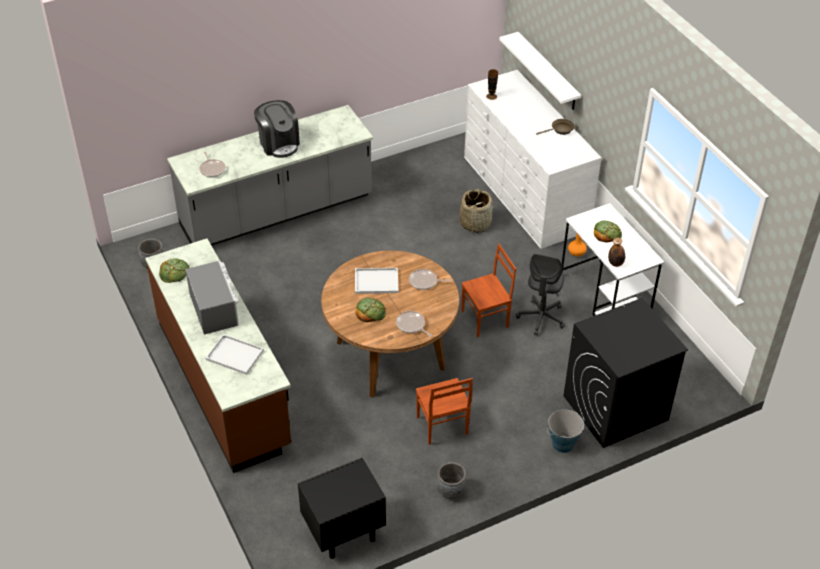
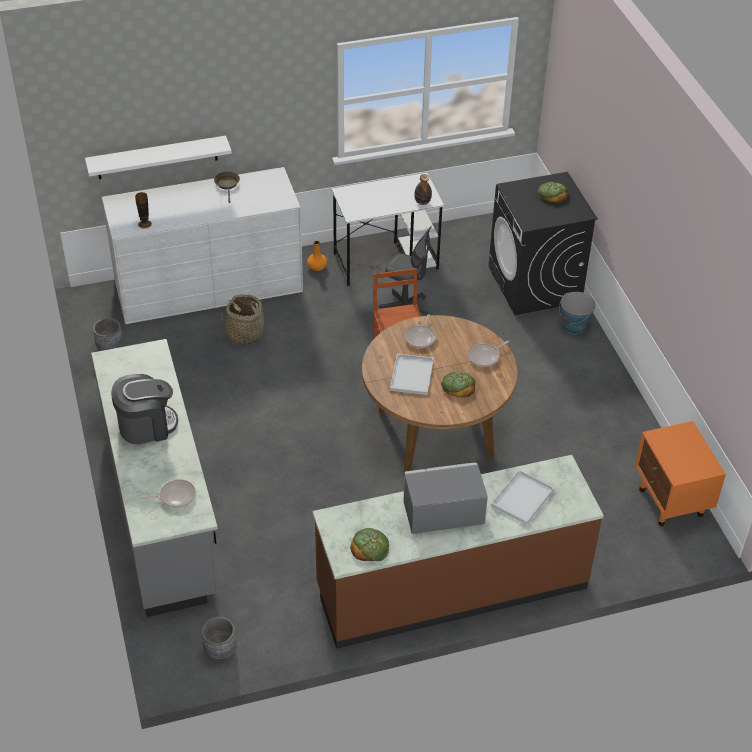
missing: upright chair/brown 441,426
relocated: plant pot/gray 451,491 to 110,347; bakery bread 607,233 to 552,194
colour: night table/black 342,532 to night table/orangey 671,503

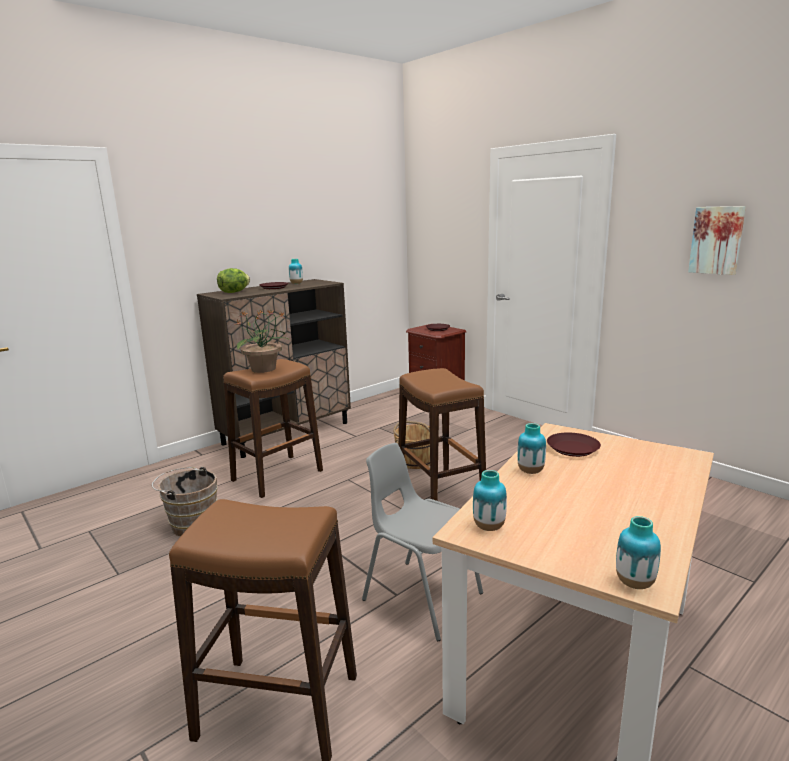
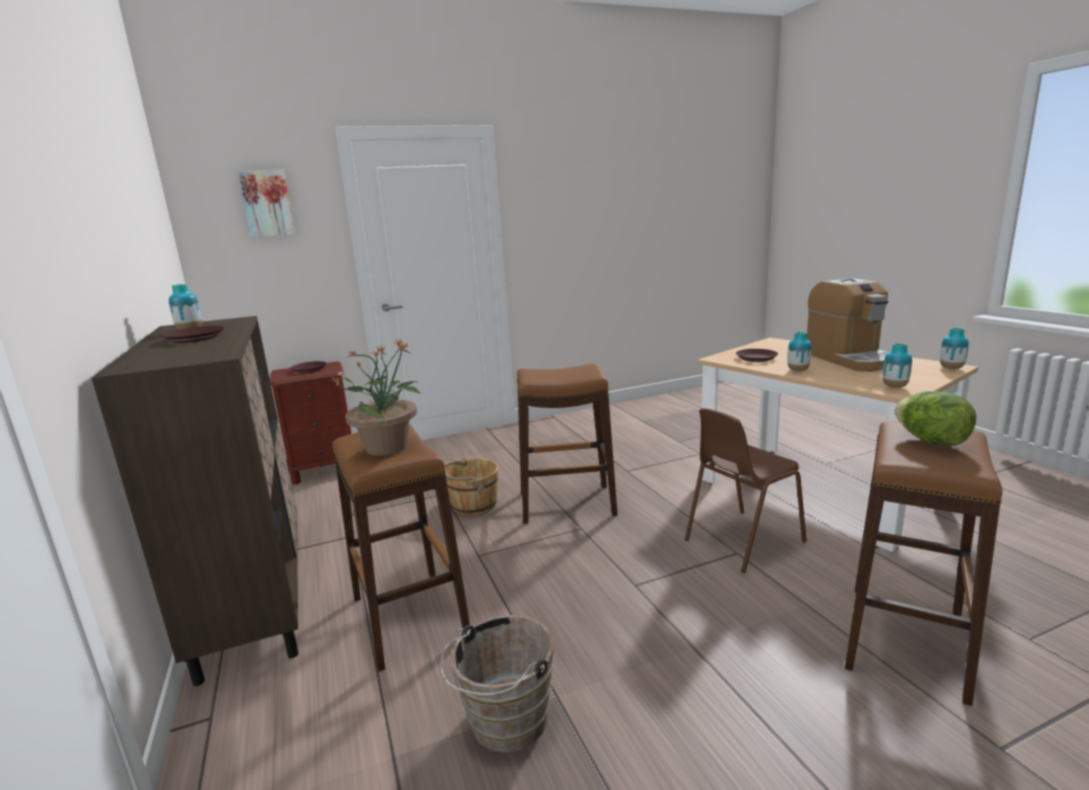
appeared: coffee brewer 851,359
relocated: head of lettuce 234,292 to 931,441; wall picture 717,240 to 267,204
colour: upright chair/gray 421,596 to upright chair/brown 742,540

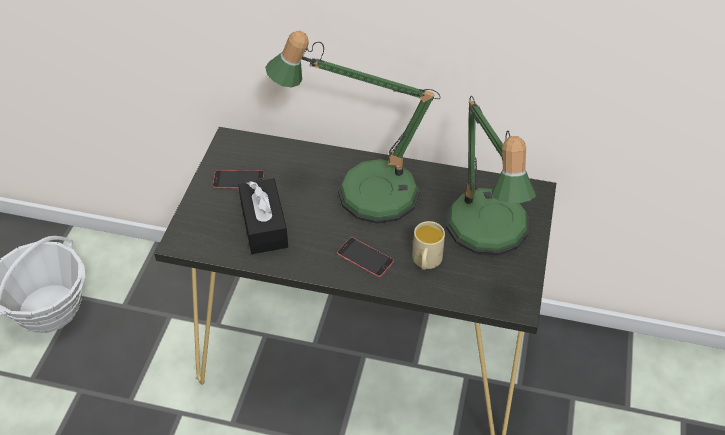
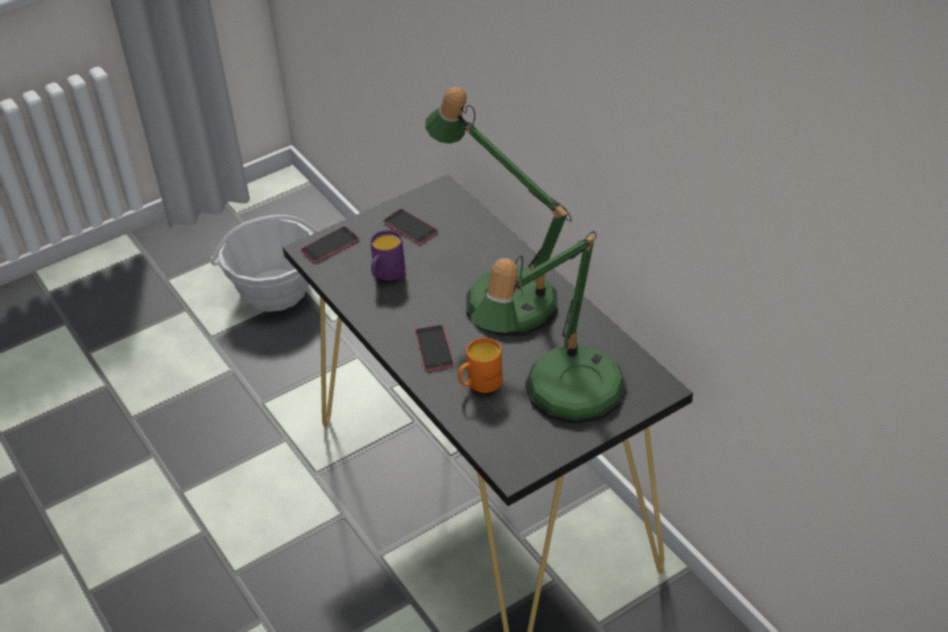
appeared: telephone 330,245
exchanged: box of tissues/black 264,225 to coffee mug/purple 386,274
colour: coffee mug/beige-coloured 426,262 to coffee mug/orangey 479,384

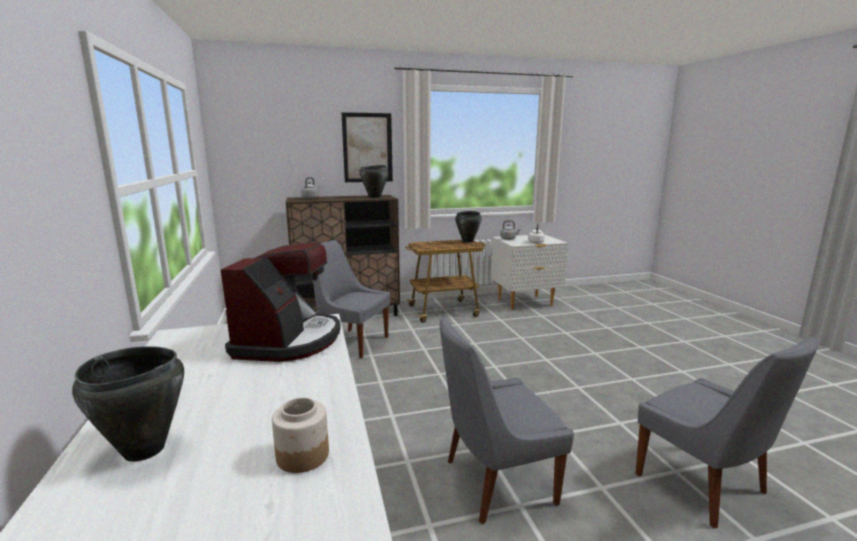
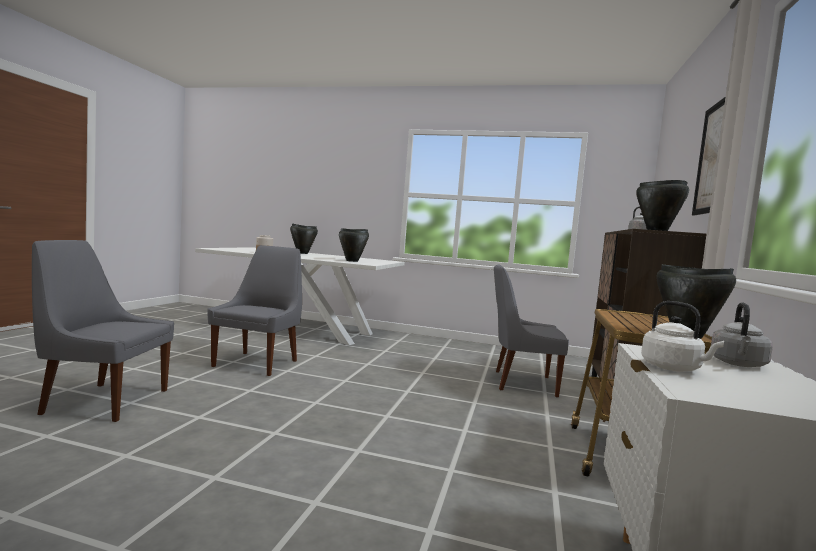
exchanged: coffee brewer 288,340 to stockpot/black 352,261
spun: upright chair/gray 352,343 = 521,383 135 degrees counterclockwise

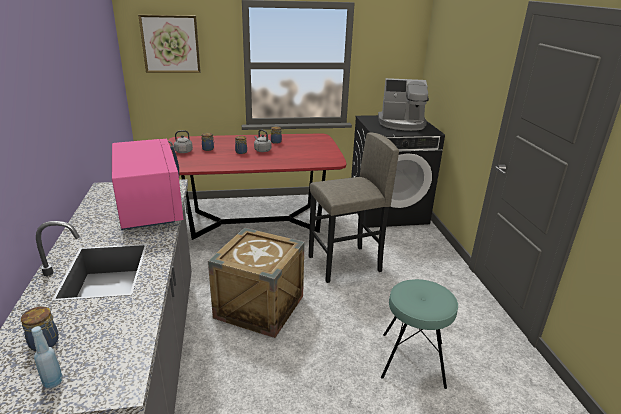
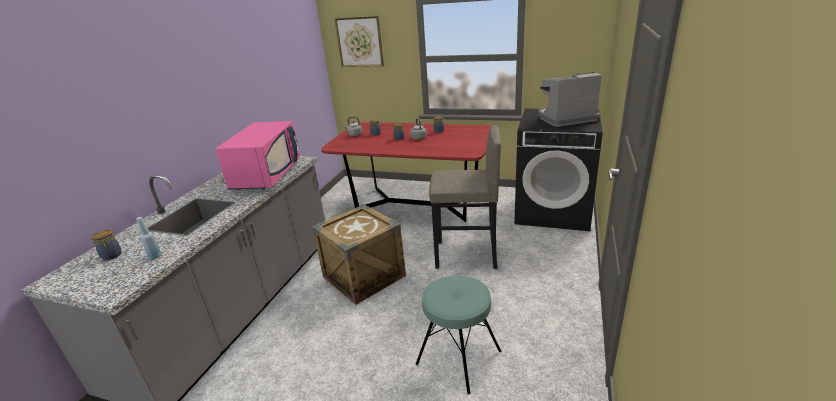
relocated: bottle/blue-coloured 53,382 to 155,256
spun: coffee brewer 402,124 = 565,118 135 degrees clockwise

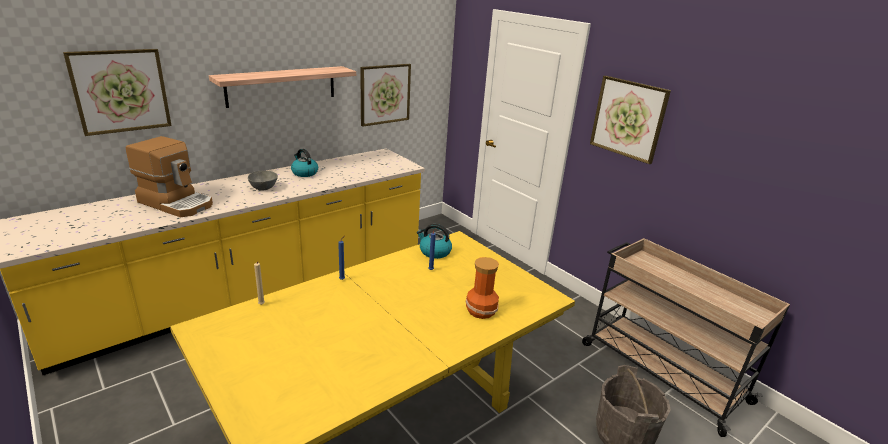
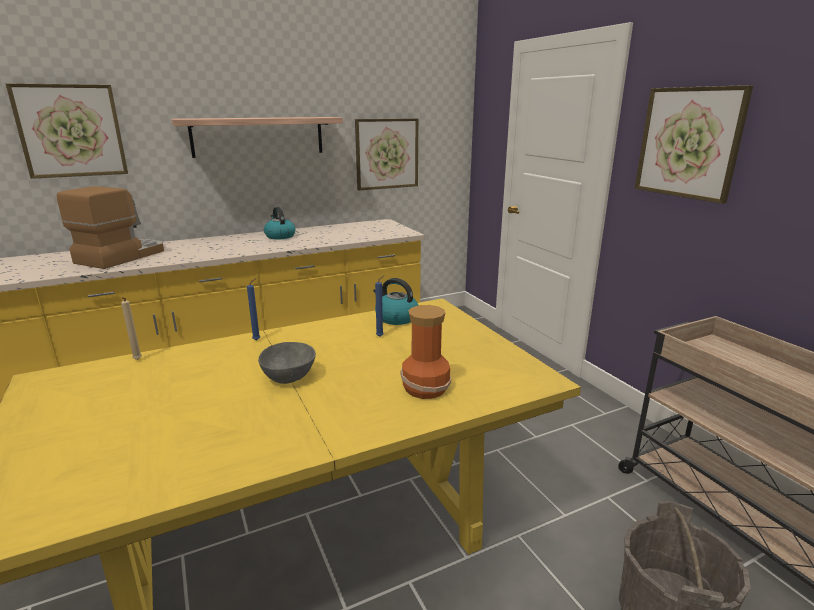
relocated: serving bowl/gray 264,188 to 289,377
spun: coffee brewer 177,203 = 121,256 105 degrees counterclockwise

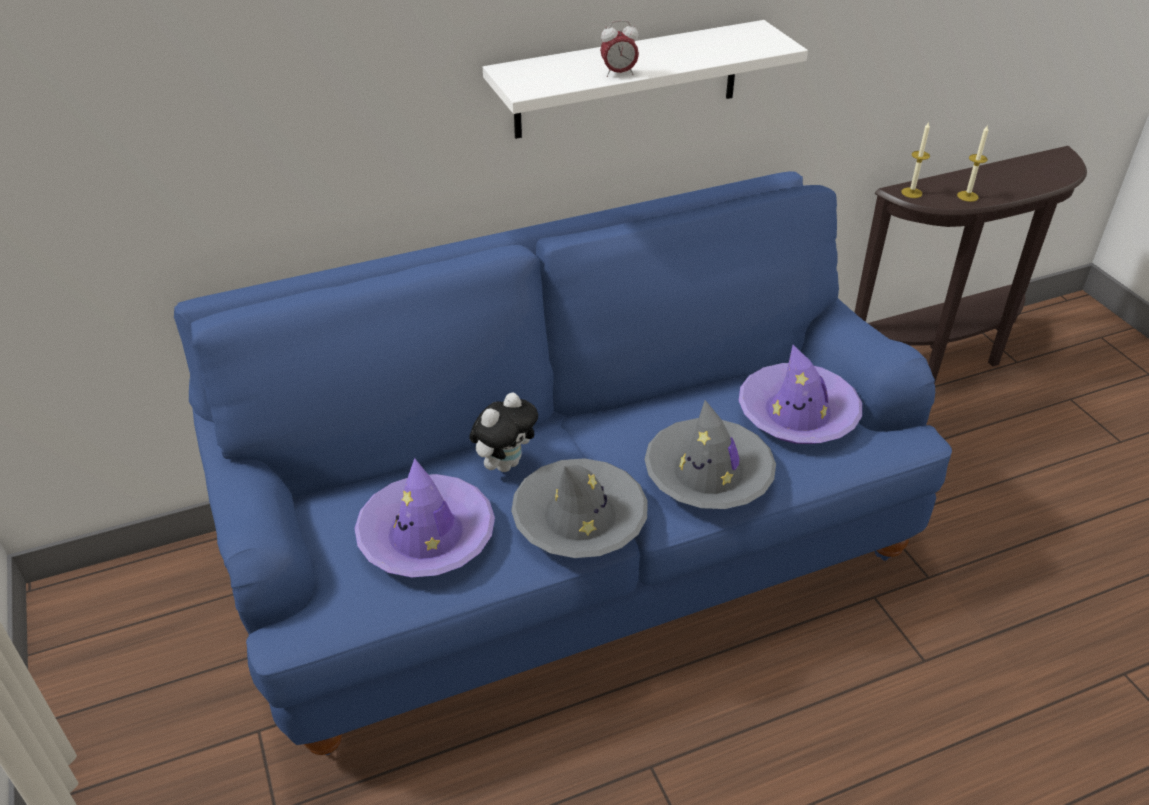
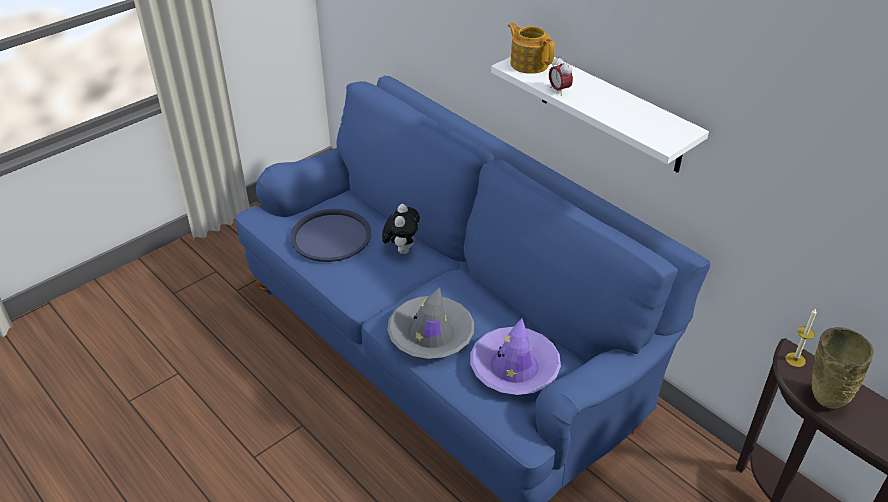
missing: hat/gray 579,519
appeared: teapot 529,63
exchanged: hat/purple 427,536 to tray/blue-coloured 331,236; wax candle 967,196 to decorative vase/beige-coloured 823,399
spun: plush toy 505,463 = 401,249 105 degrees counterclockwise

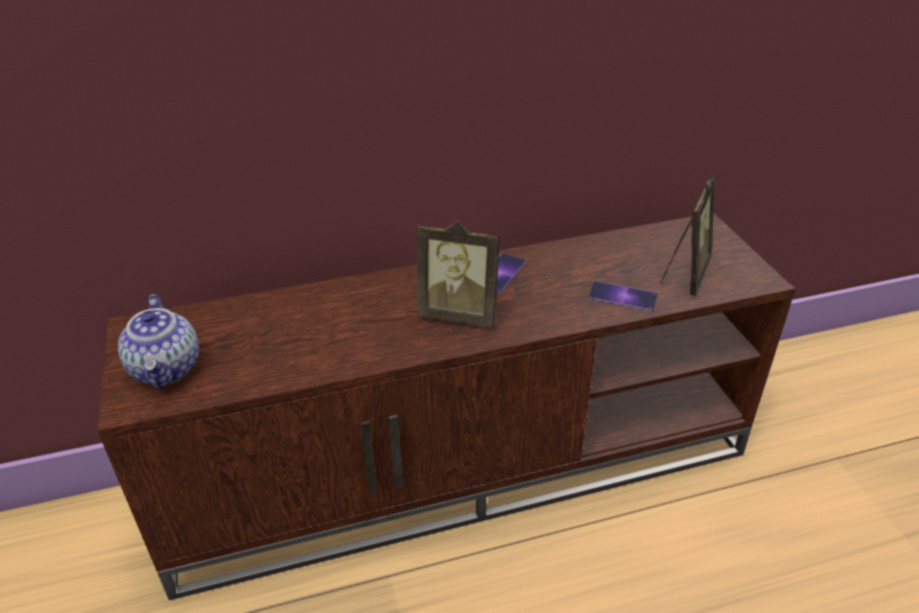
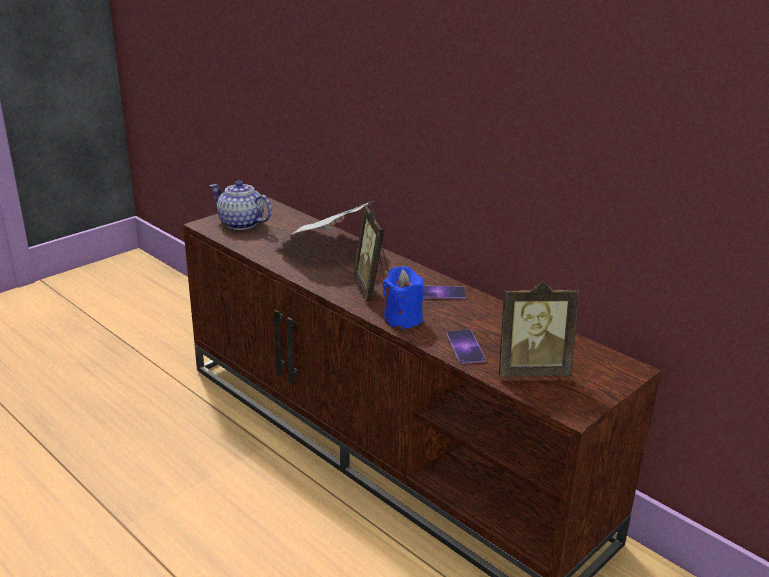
appeared: printed paper 323,246; wax candle/blue-coloured 402,319
spun: teapot 167,369 = 240,224 75 degrees clockwise

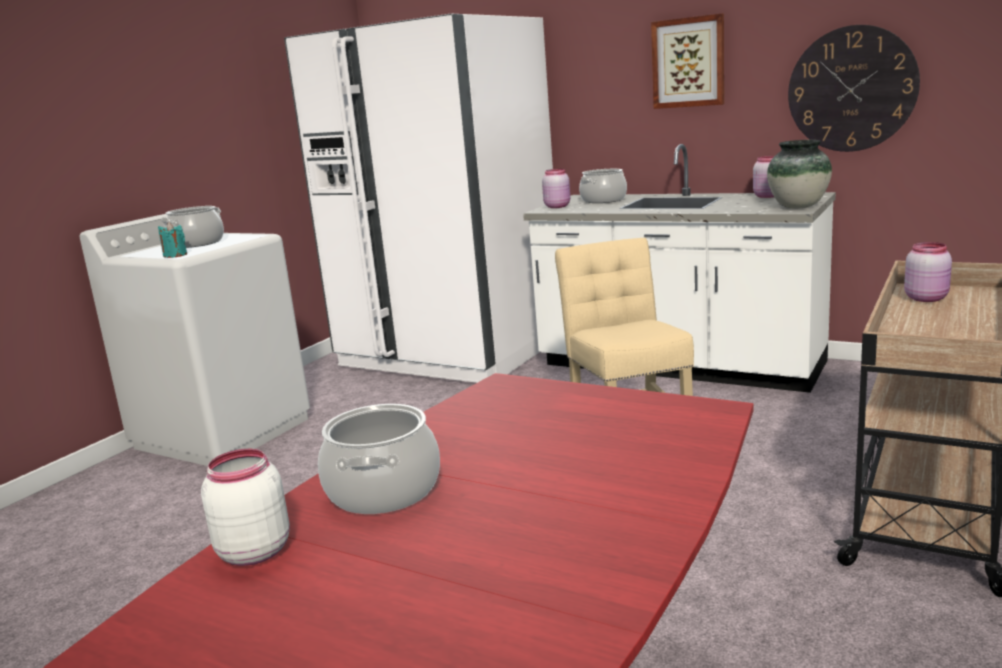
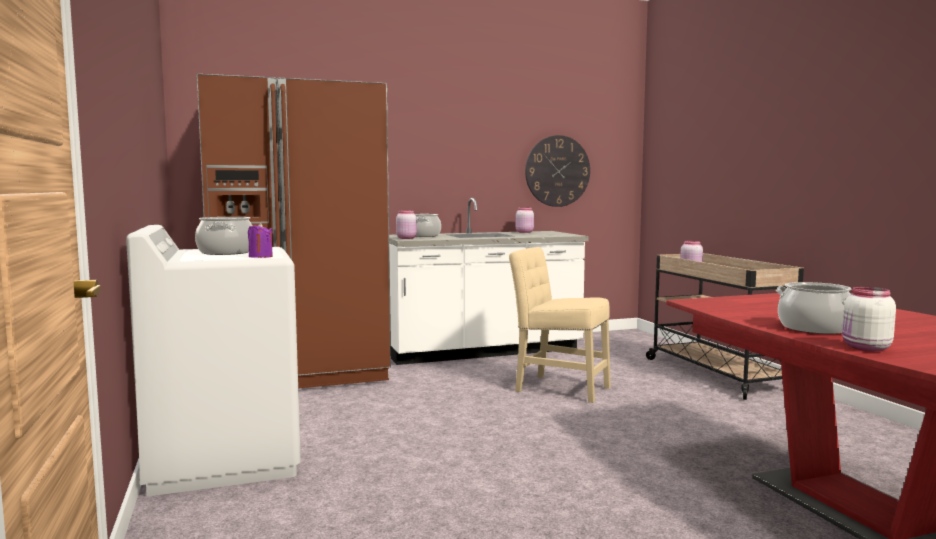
missing: wall picture 688,62; decorative vase 798,206
colour: wax candle/blue-green 175,255 to wax candle/purple 260,256; fridge/white-coloured 452,352 to fridge/brown 299,372

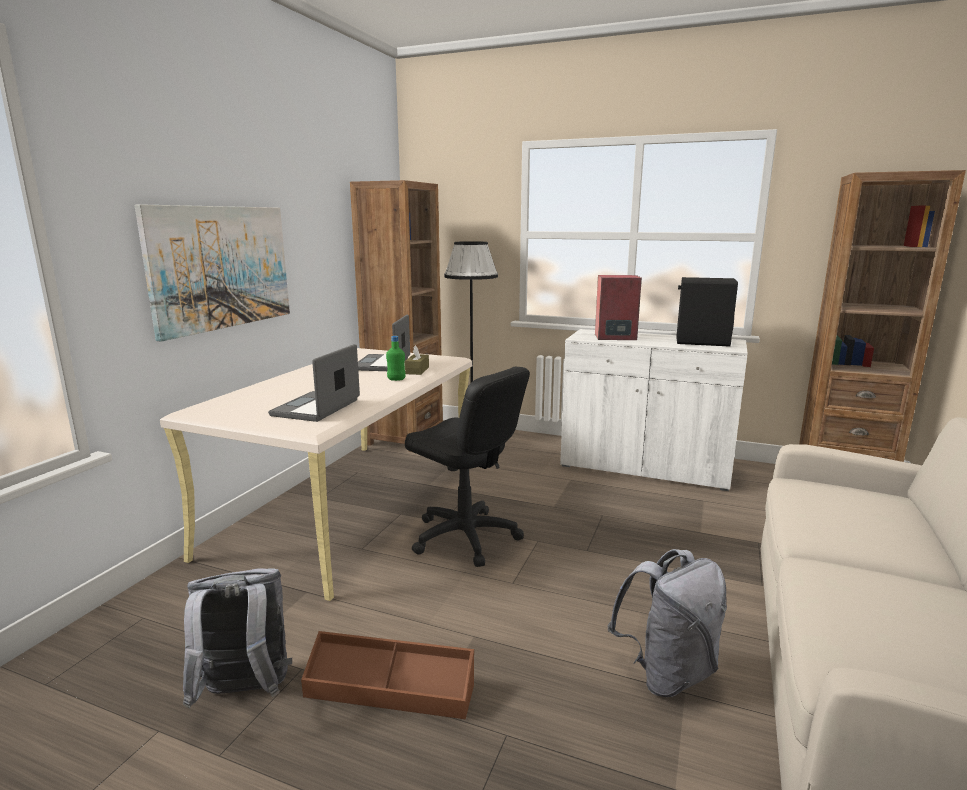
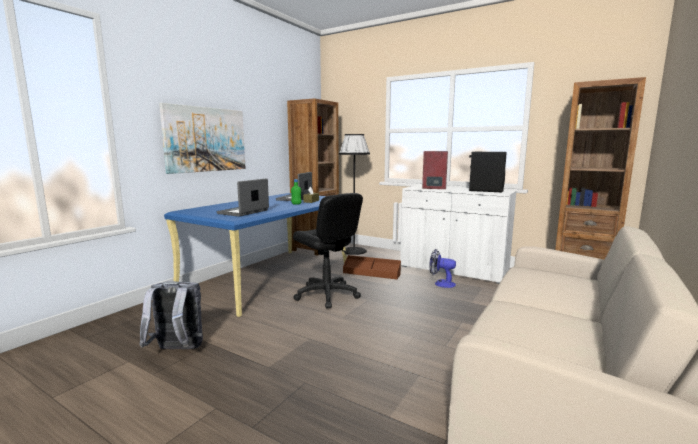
missing: knapsack/gray 667,673
appeared: cooling fan 441,283
relocated: storage box/brown 390,689 to 371,273
colour: desk table/beige-coloured 351,505 to desk table/blue-coloured 270,277

